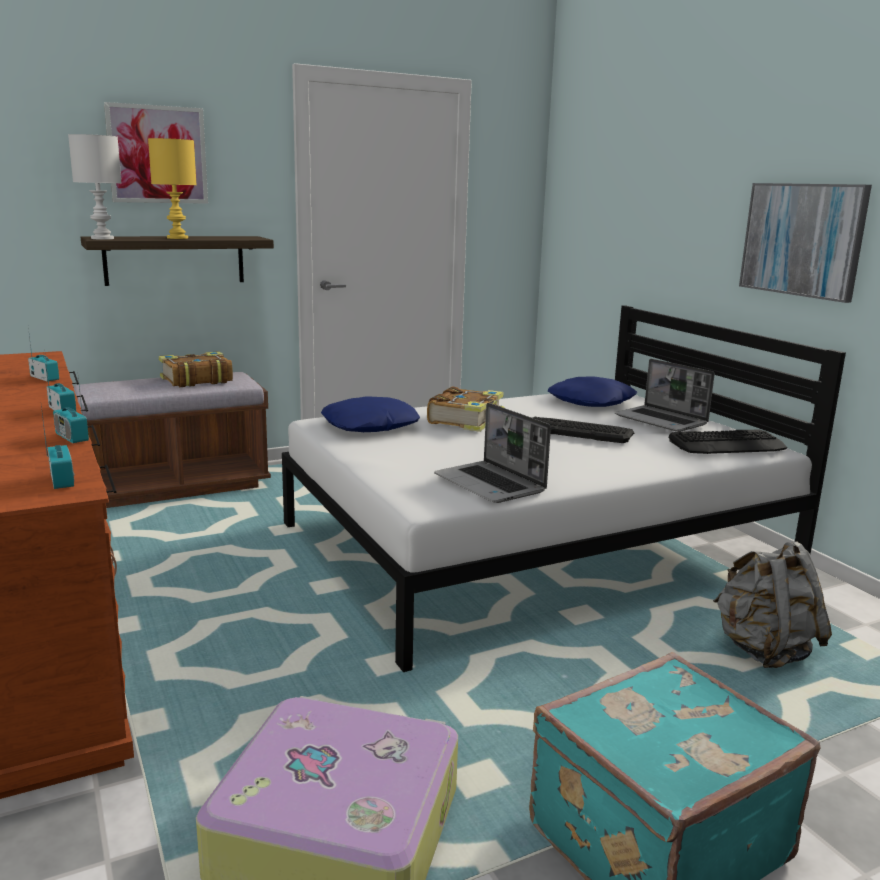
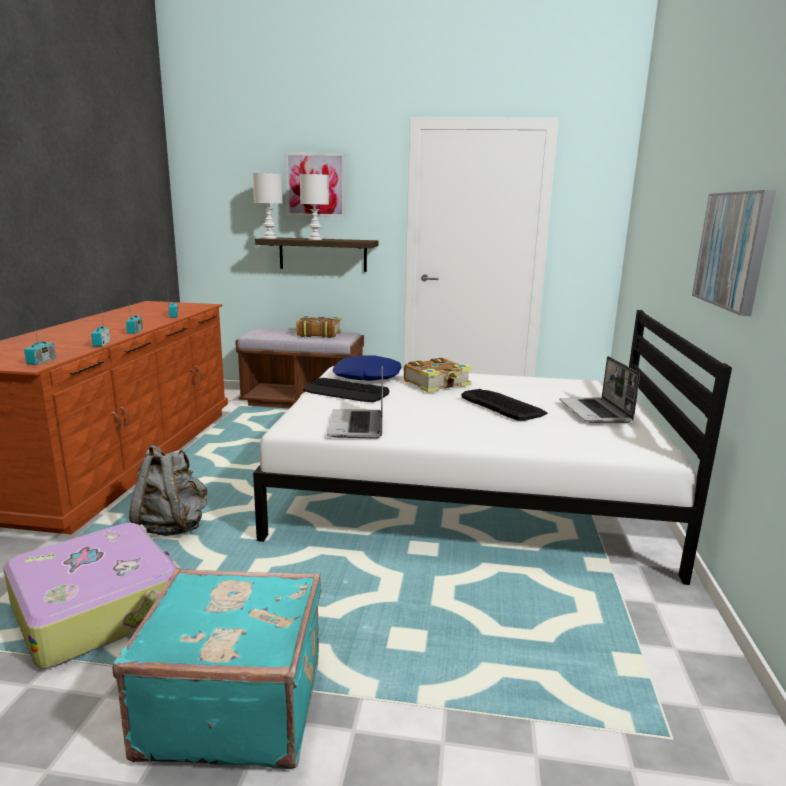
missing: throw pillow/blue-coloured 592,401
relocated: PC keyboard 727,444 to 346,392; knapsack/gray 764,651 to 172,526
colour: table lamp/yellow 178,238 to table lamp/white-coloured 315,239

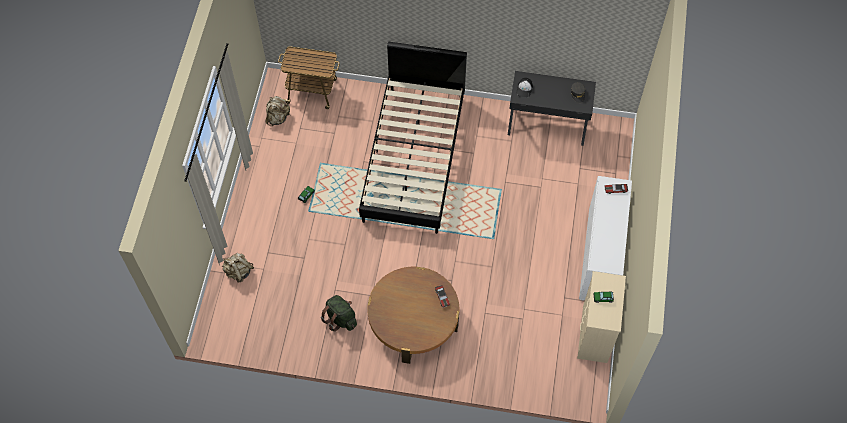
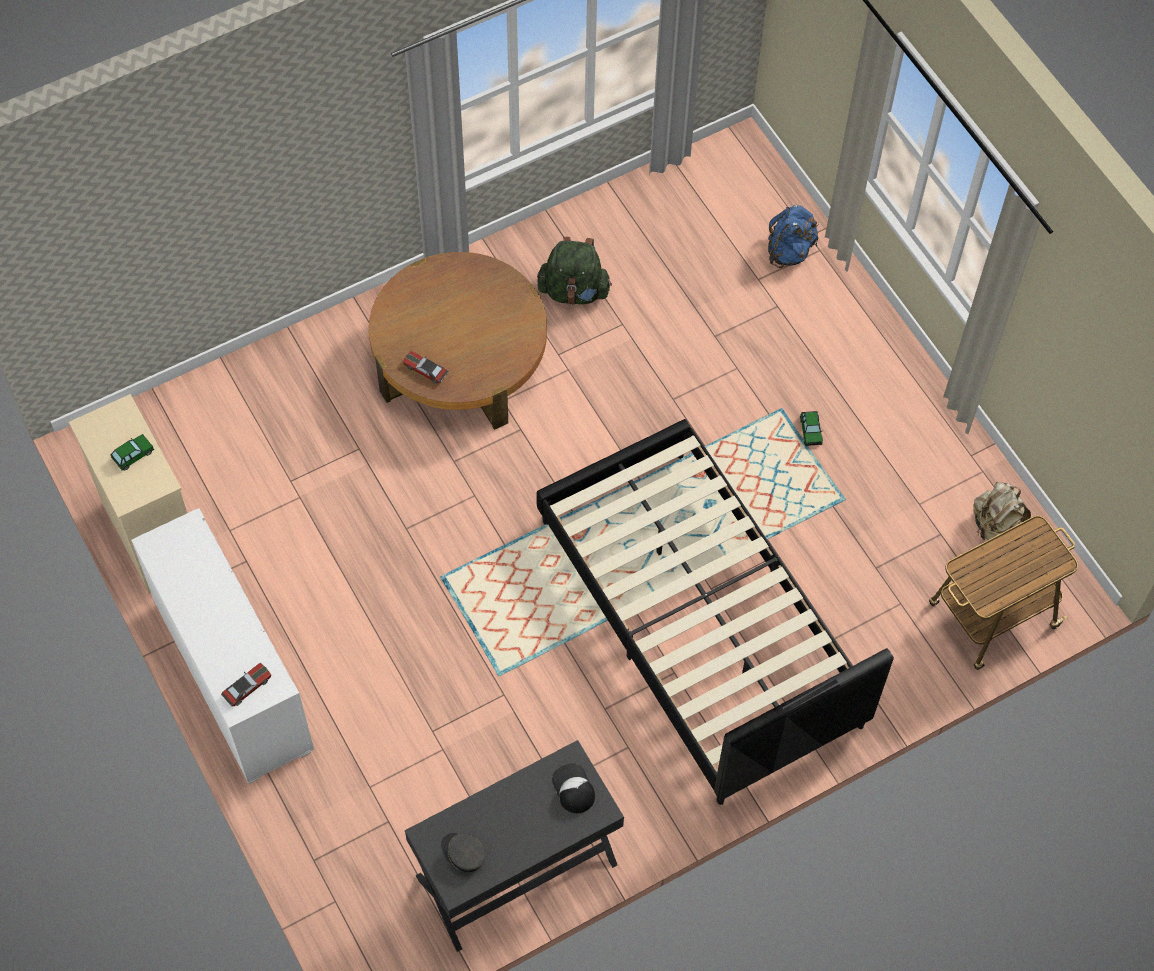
colour: knapsack/beige-coloured 239,272 to knapsack/blue-coloured 789,251

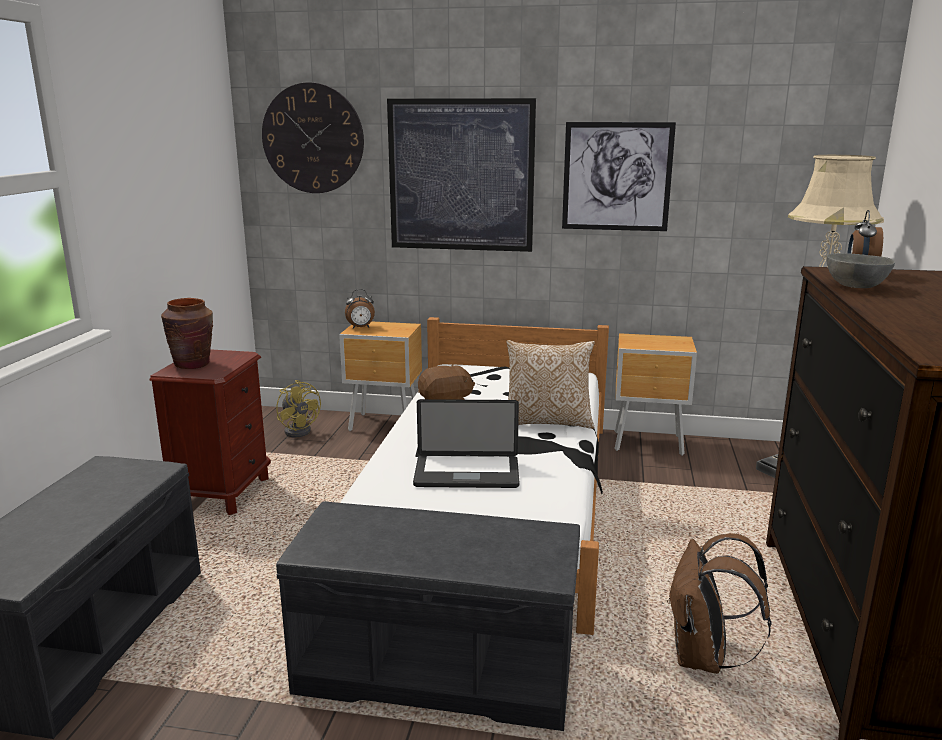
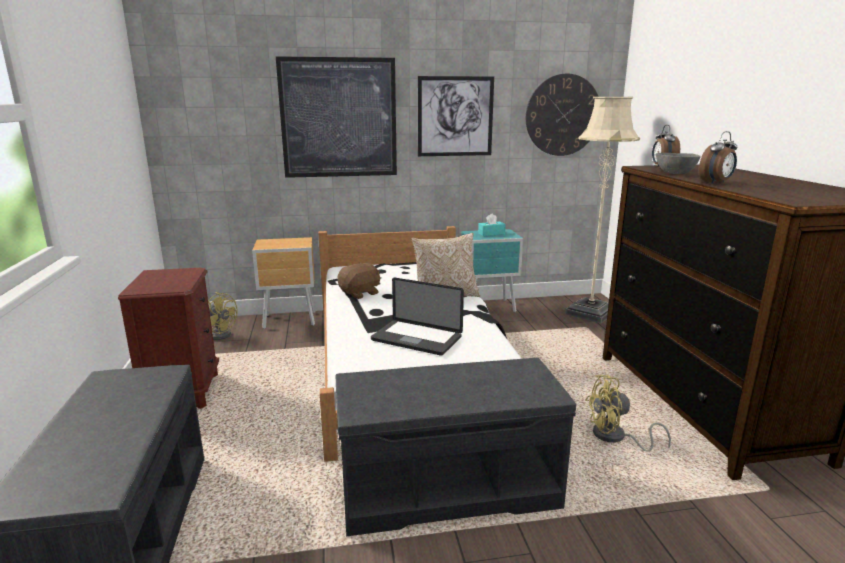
missing: decorative vase/brown 192,364
appeared: box of tissues/blue-green 491,233
relocated: clock on the wall 313,138 to 563,115; bedside clock 360,328 to 716,183
exchanged: knapsack/brown 704,658 to cooling fan/yellow 615,438
colour: night table/brown 650,444 to night table/blue-green 489,308
spun: portable computer 467,473 = 416,339 45 degrees clockwise

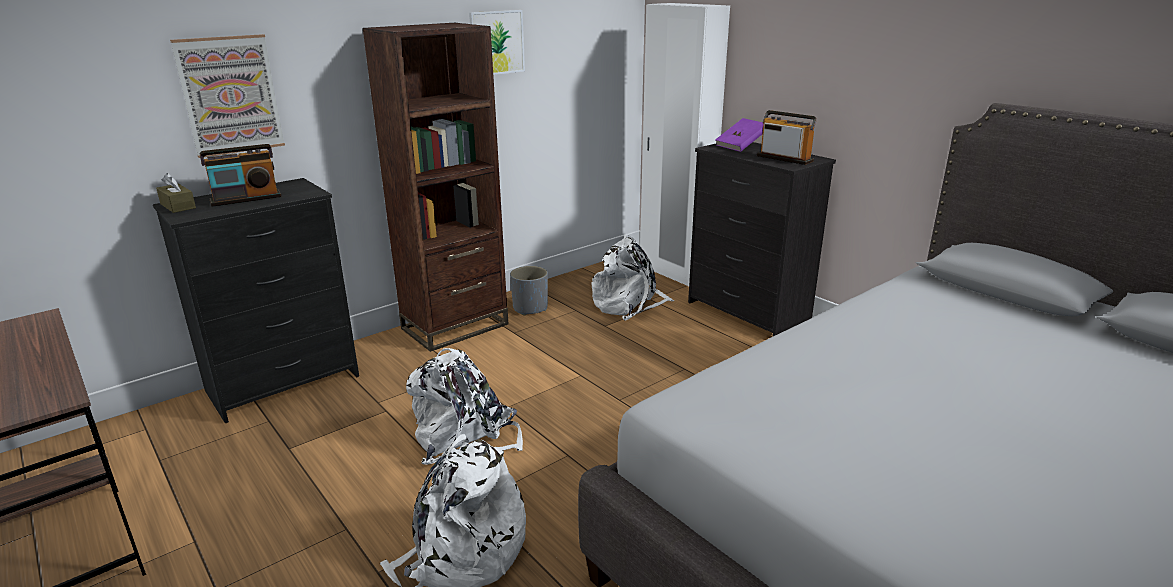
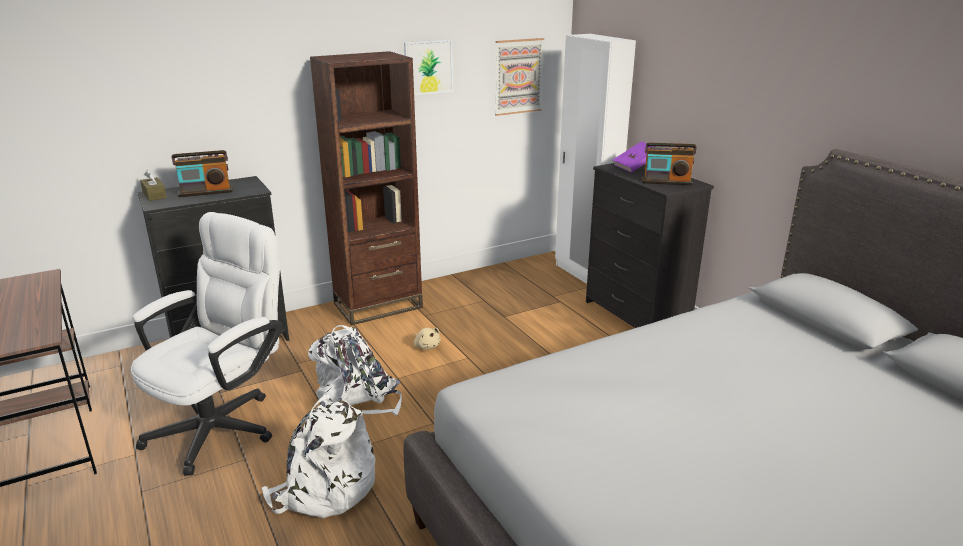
missing: plant pot/gray 530,308; knapsack/white-coloured 629,304
appeared: computer chair/white-coloured 223,424; plush toy/beige-coloured 426,346
relocated: wall picture 230,95 to 518,76
spun: radio receiver 784,158 = 666,182 135 degrees clockwise

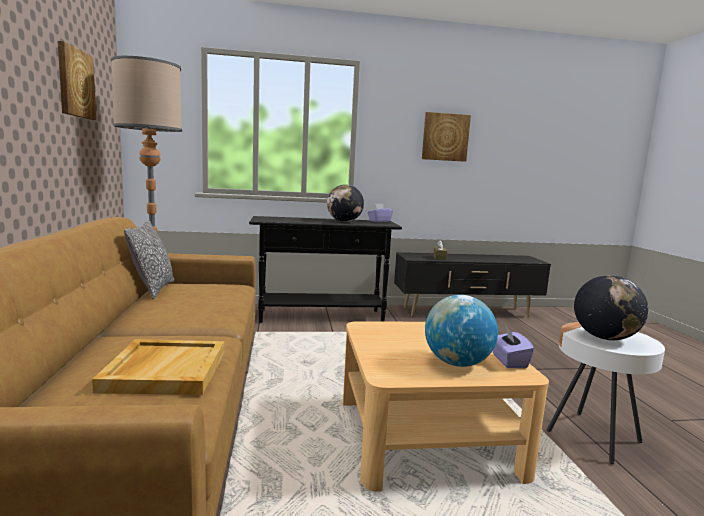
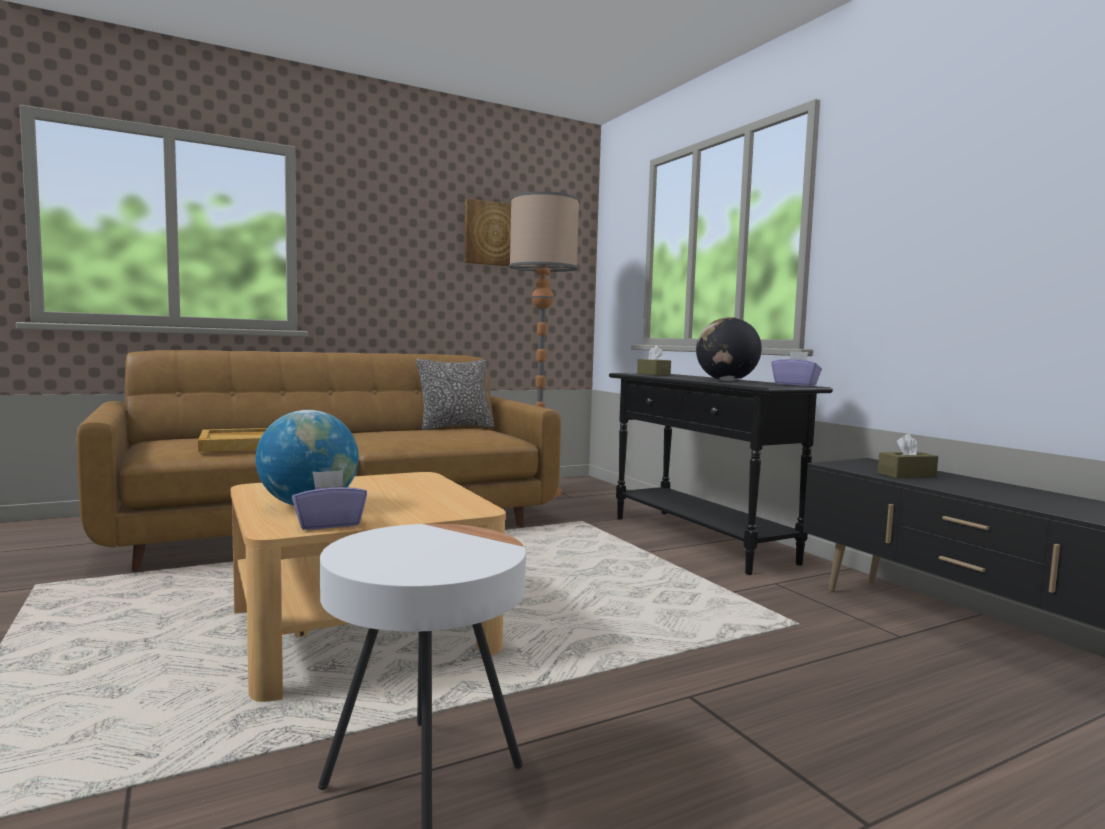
missing: wall picture 445,137; world globe 605,338
appeared: box of tissues/brown 653,374

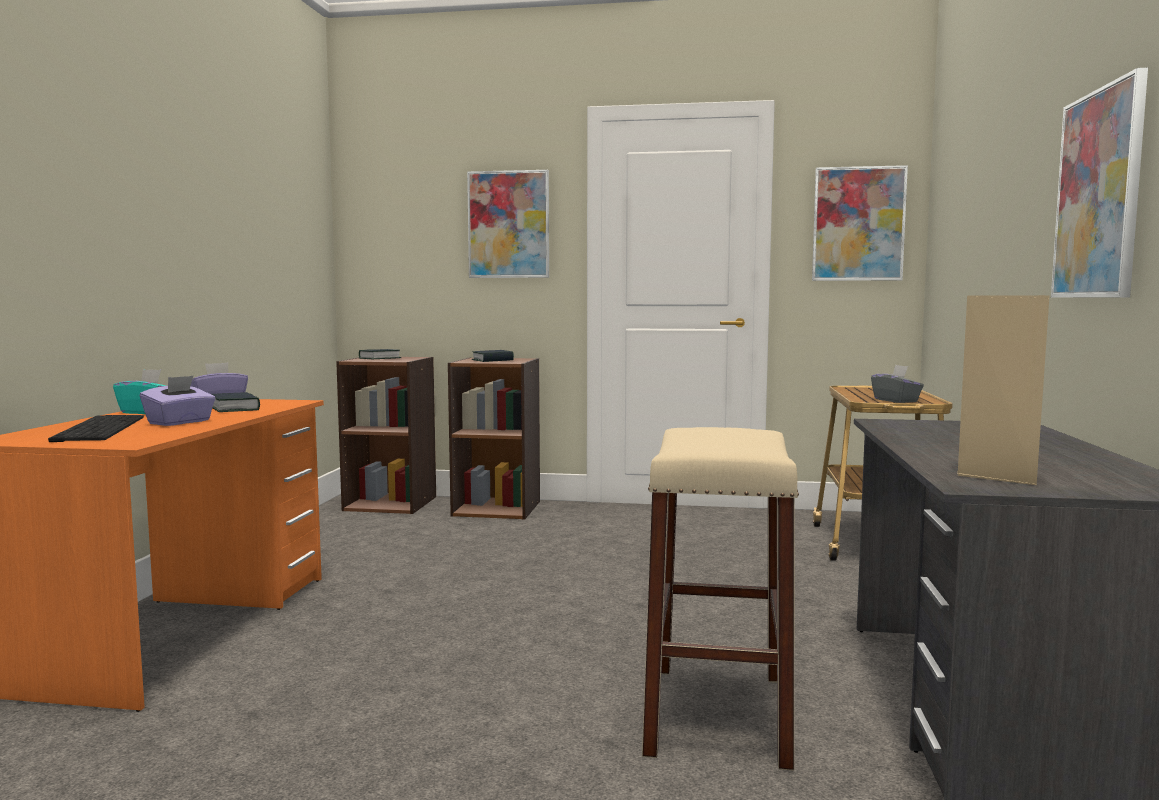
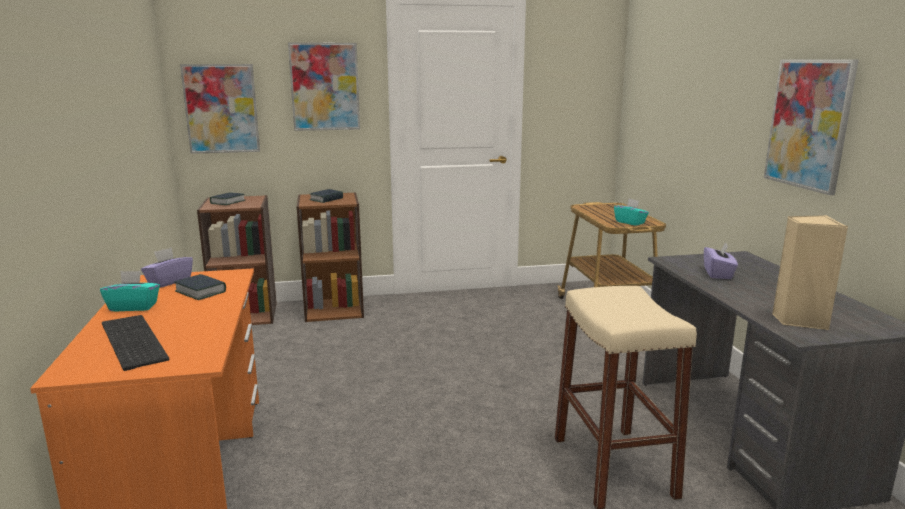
relocated: box of tissues/purple 180,422 to 718,274; wall picture 858,224 to 221,109
colour: box of tissues/gray 896,400 to box of tissues/blue-green 630,222

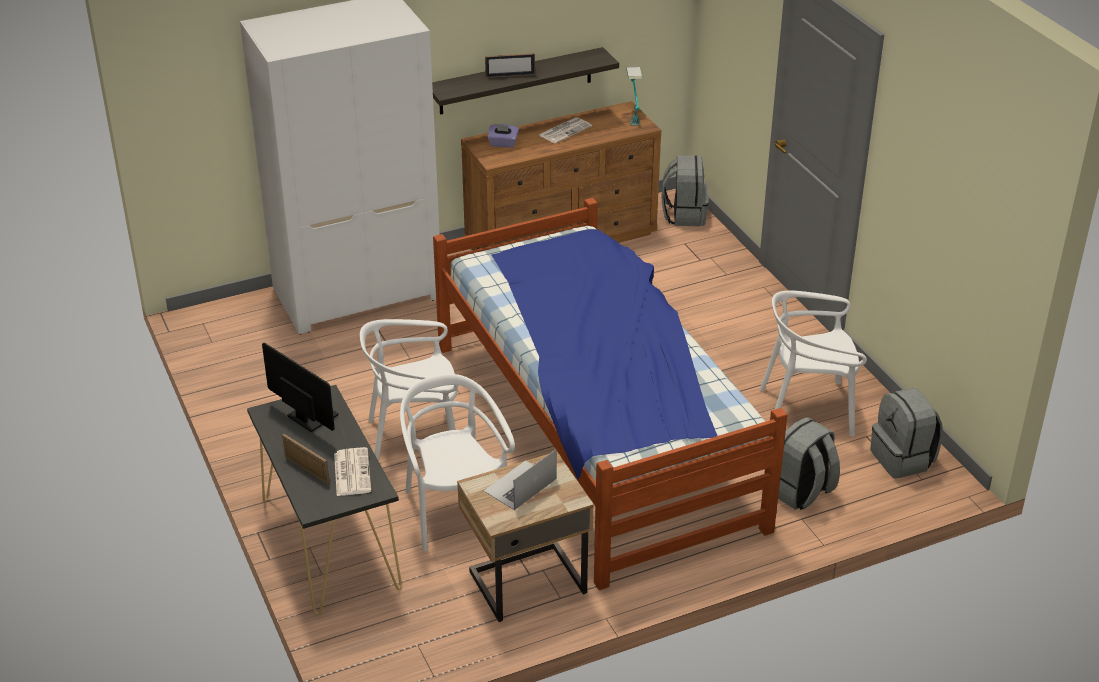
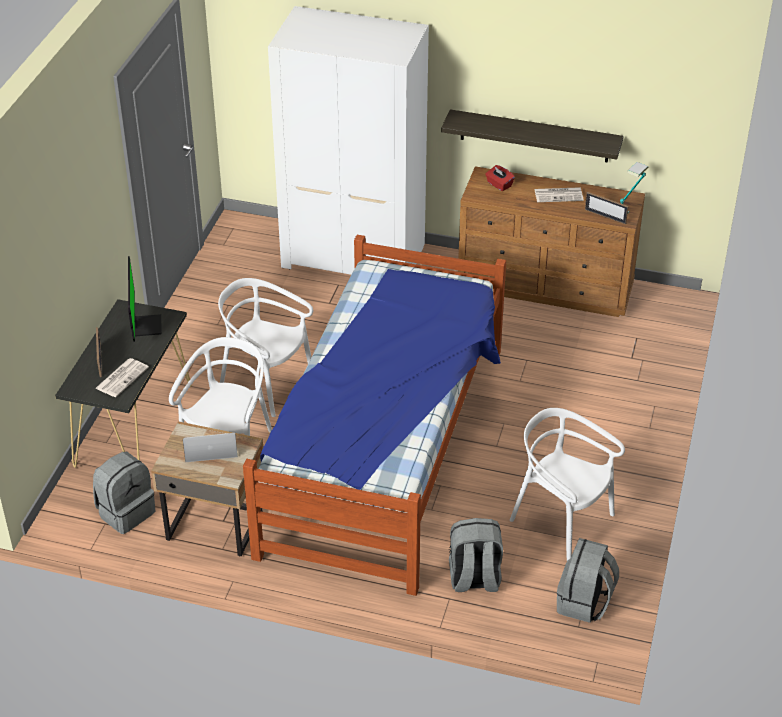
relocated: picture frame 510,75 to 605,216; knapsack/gray 684,215 to 126,512
colour: box of tissues/purple 503,144 to box of tissues/reddish 499,185

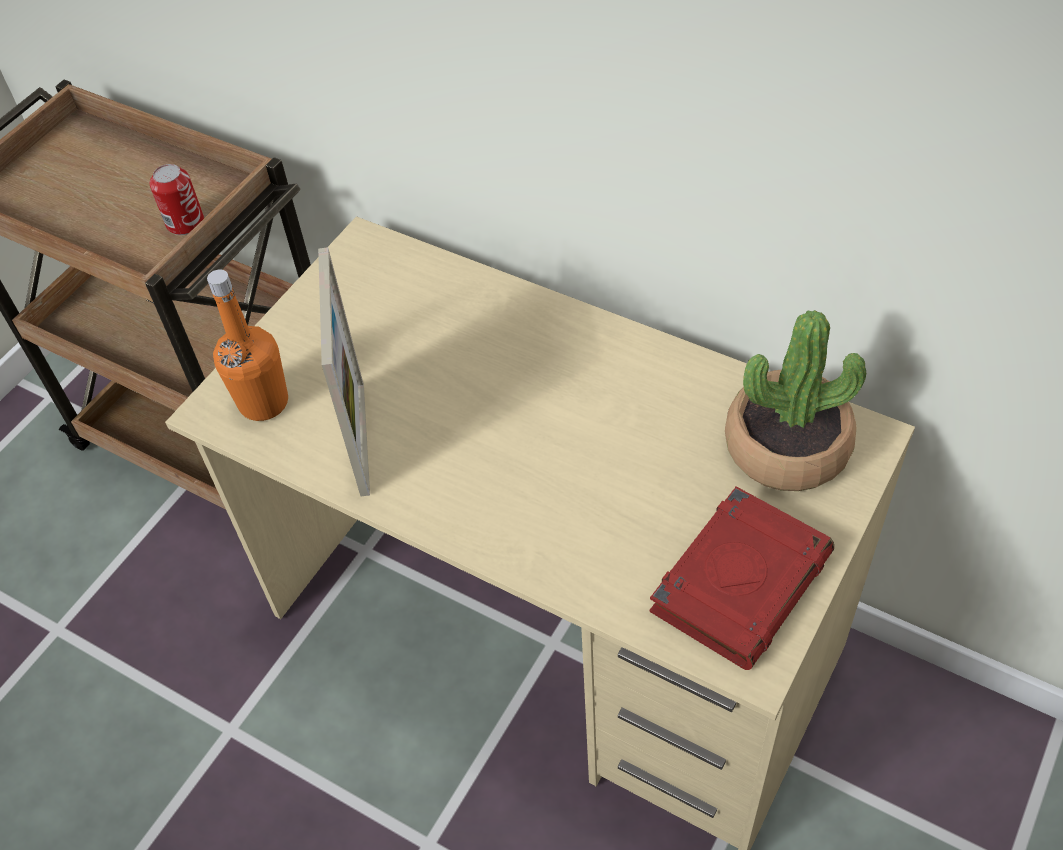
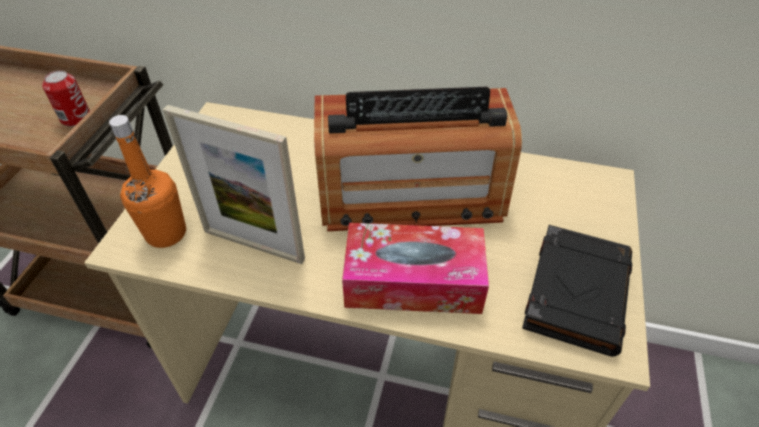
missing: plant in a pot 786,447
appeared: radio receiver 411,195; box of tissues 413,281
colour: bound book/reddish 741,581 to bound book/black 576,292
spun: picture frame 362,438 = 253,245 135 degrees clockwise

